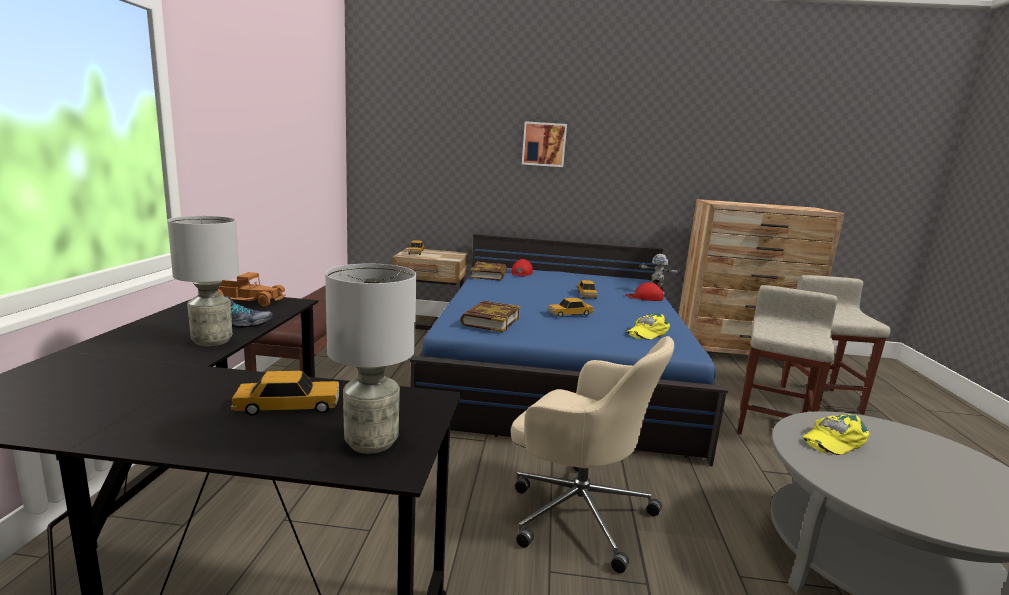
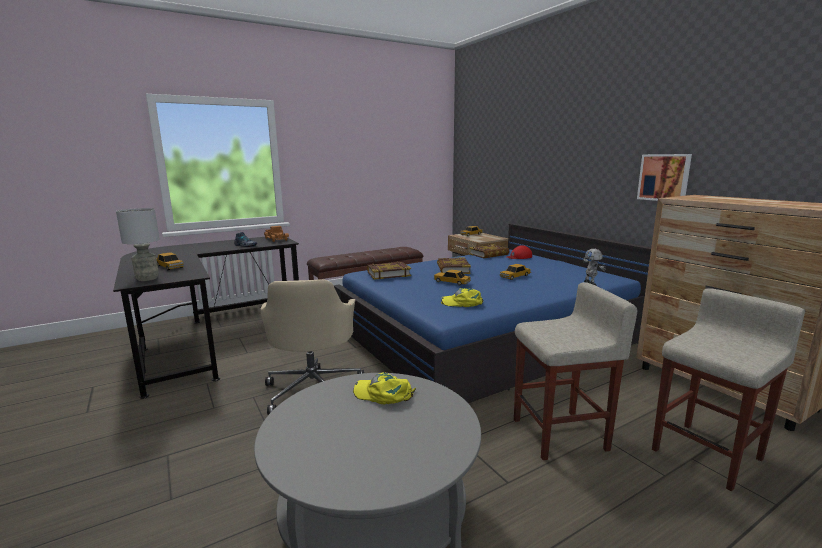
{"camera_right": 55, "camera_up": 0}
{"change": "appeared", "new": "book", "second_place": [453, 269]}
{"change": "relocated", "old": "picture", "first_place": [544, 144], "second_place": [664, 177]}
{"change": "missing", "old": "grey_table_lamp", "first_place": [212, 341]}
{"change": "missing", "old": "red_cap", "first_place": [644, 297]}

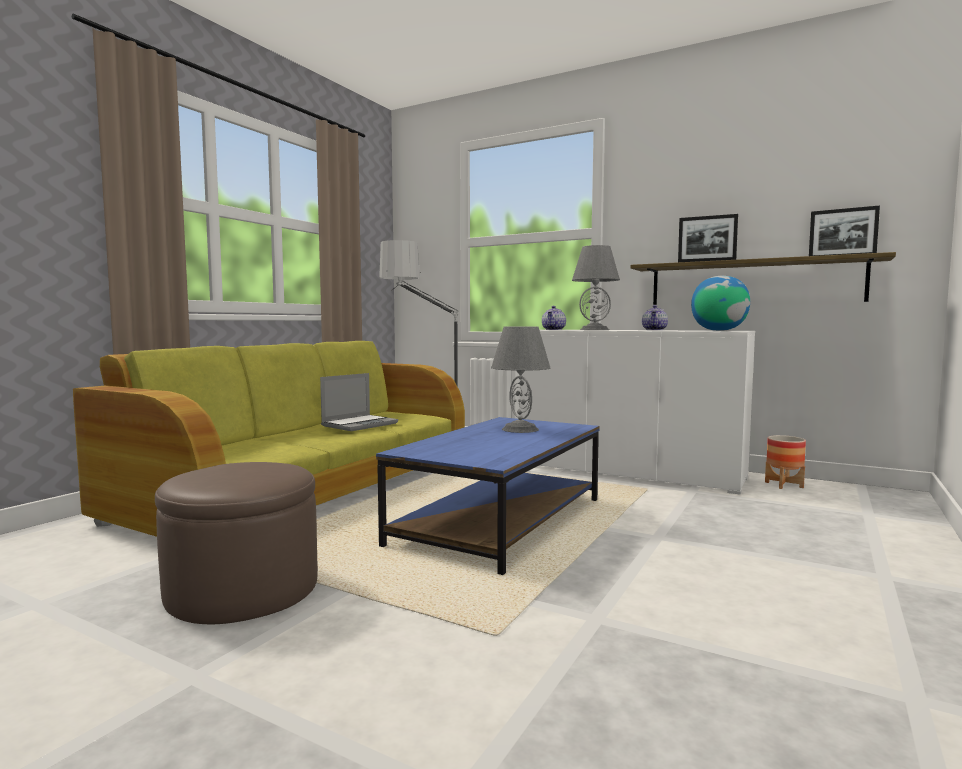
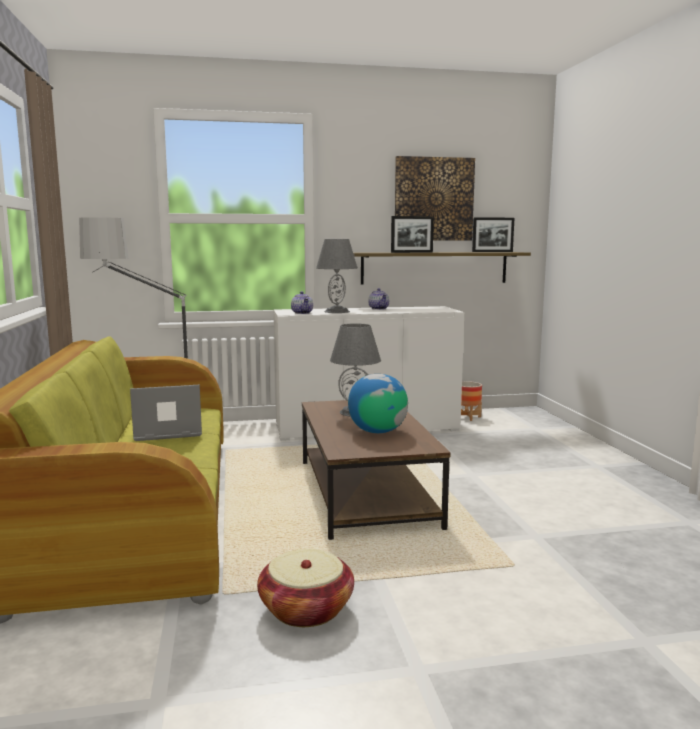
{"camera_right": -40, "camera_up": 5}
{"change": "spun", "old": "laptop", "first_place": [360, 424], "second_place": [167, 432], "degrees": -105}
{"change": "exchanged", "old": "brown_ottoman", "new": "basket", "first_place": [243, 589], "second_place": [306, 609]}
{"change": "colour", "old": "blue_coffee_table", "new": "brown_coffee_table", "first_place": [501, 521], "second_place": [364, 492]}
{"change": "relocated", "old": "globe", "first_place": [719, 330], "second_place": [377, 431]}
{"change": "appeared", "new": "picture", "second_place": [433, 199]}

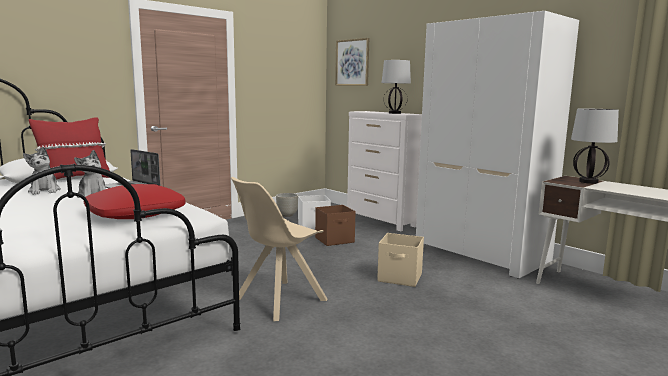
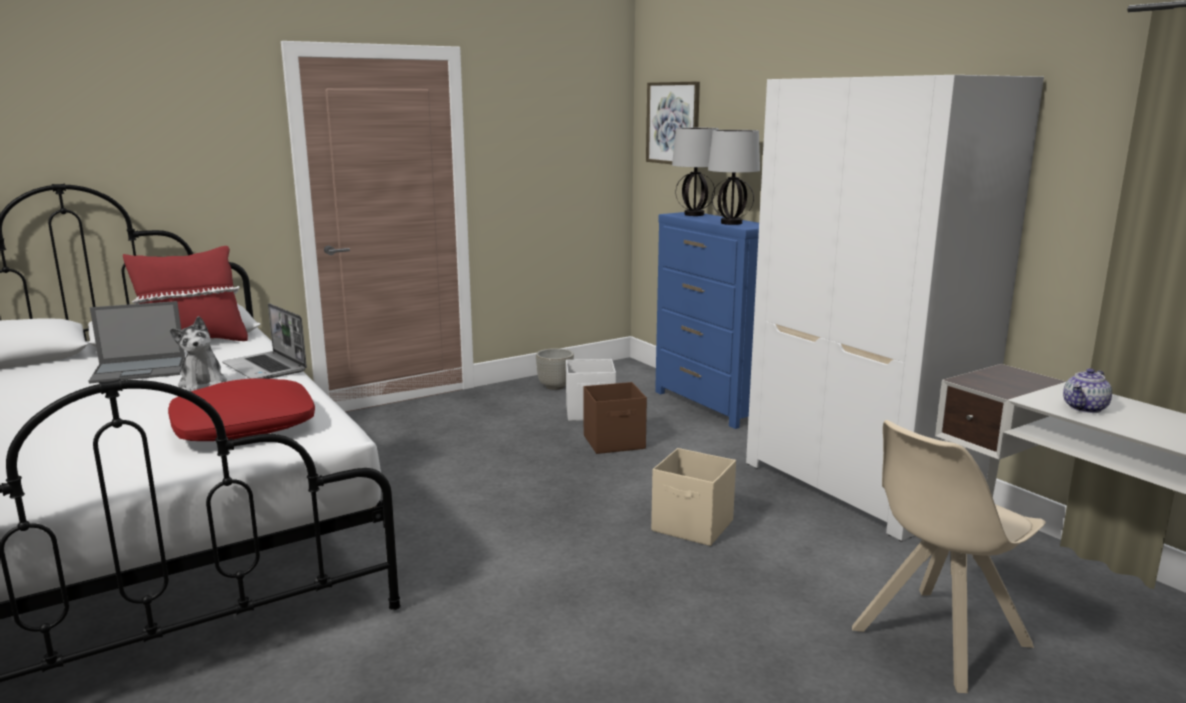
{"camera_right": 10, "camera_up": 5}
{"change": "exchanged", "old": "plush_toy", "new": "laptop", "first_place": [44, 191], "second_place": [140, 370]}
{"change": "colour", "old": "white_dresser", "new": "blue_dresser", "first_place": [381, 221], "second_place": [709, 406]}
{"change": "relocated", "old": "table_lamp", "first_place": [588, 182], "second_place": [694, 214]}
{"change": "relocated", "old": "beige_chair", "first_place": [278, 300], "second_place": [937, 639]}
{"change": "appeared", "new": "teapot", "second_place": [1085, 408]}

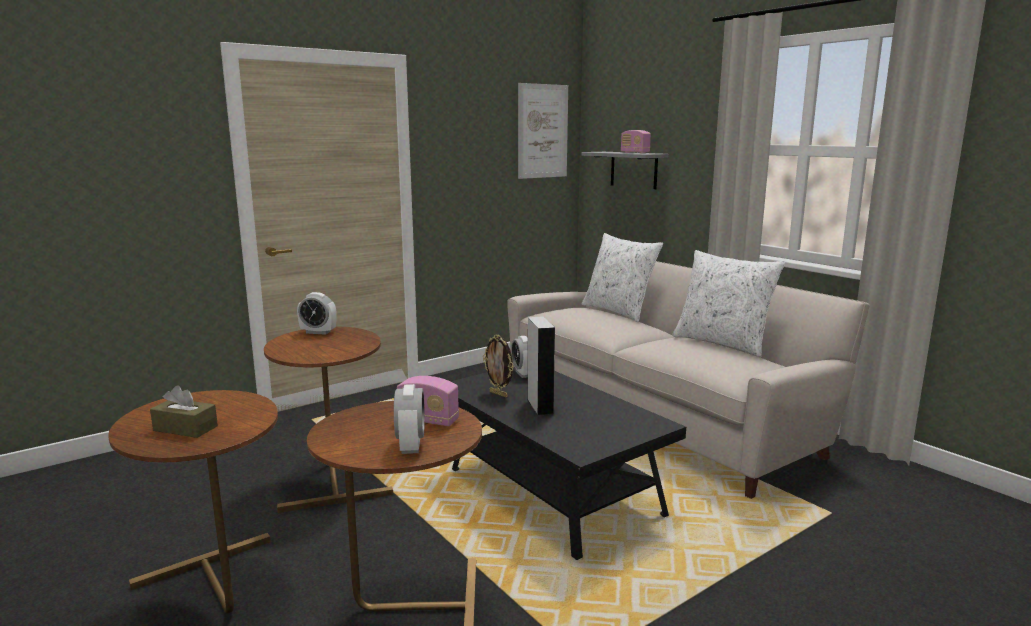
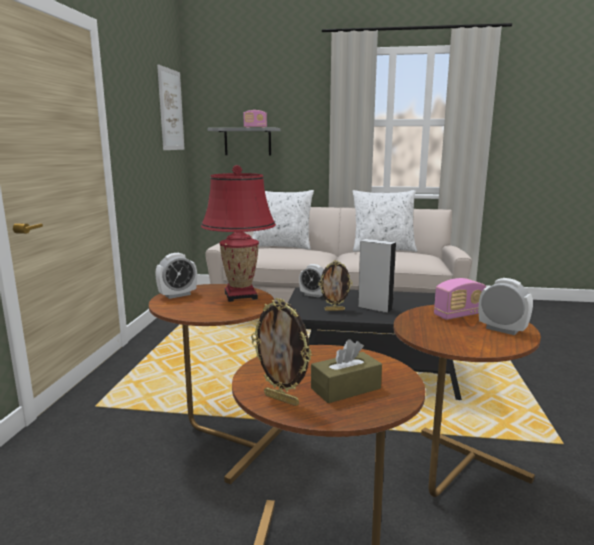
{"camera_right": -45, "camera_up": 0}
{"change": "appeared", "new": "red_table_lamp", "second_place": [241, 296]}
{"change": "appeared", "new": "picture_frame", "second_place": [282, 399]}

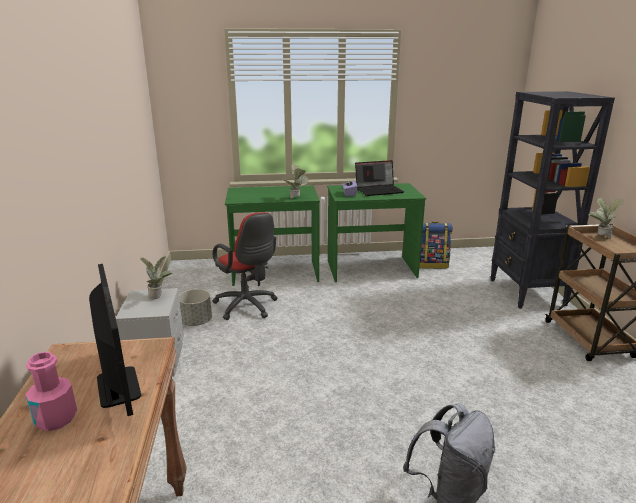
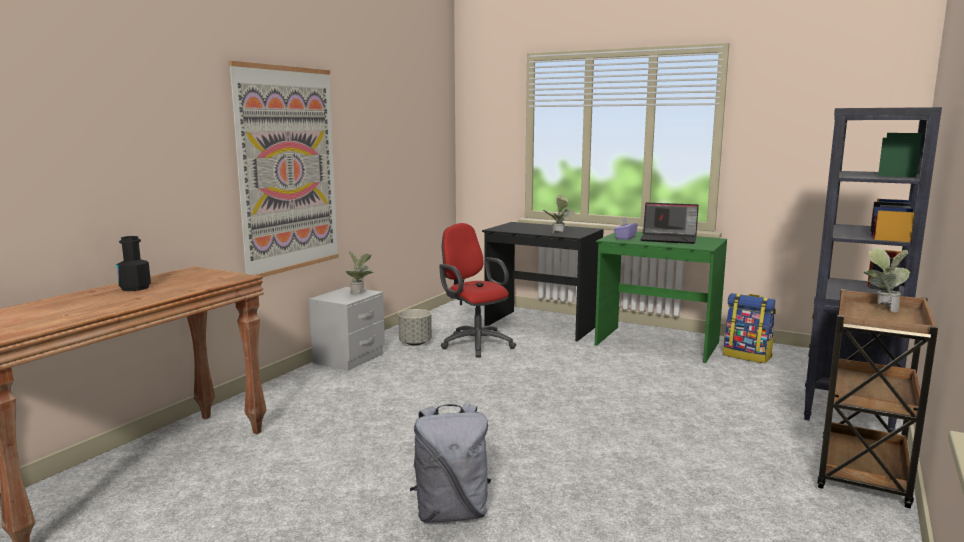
{"camera_right": 35, "camera_up": -10}
{"change": "colour", "old": "pink_bottle", "new": "black_bottle", "first_place": [56, 418], "second_place": [135, 288]}
{"change": "appeared", "new": "picture", "second_place": [288, 170]}
{"change": "spun", "old": "red_office_chair", "first_place": [247, 307], "second_place": [475, 344], "degrees": 150}
{"change": "colour", "old": "green_desk", "new": "black_desk", "first_place": [275, 272], "second_place": [541, 325]}
{"change": "missing", "old": "monitor", "first_place": [118, 386]}

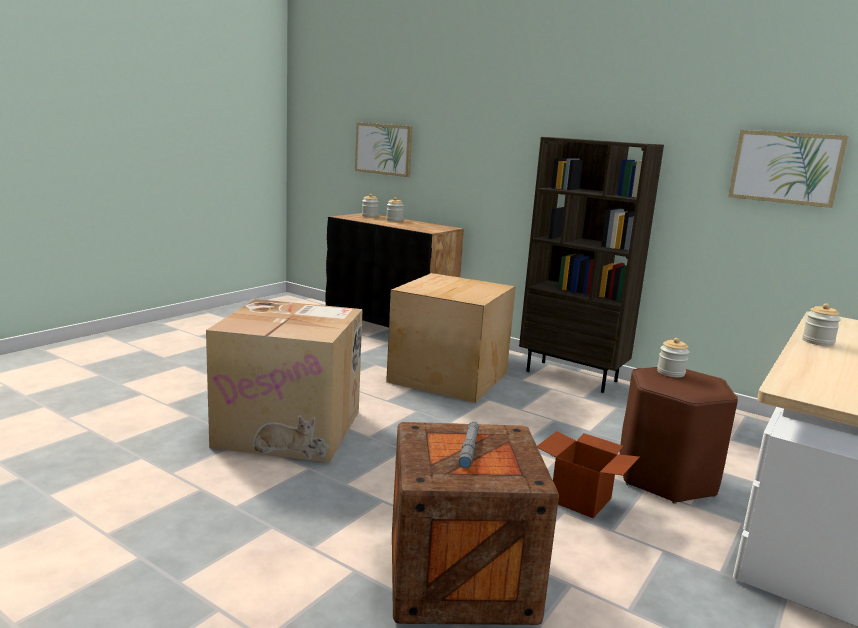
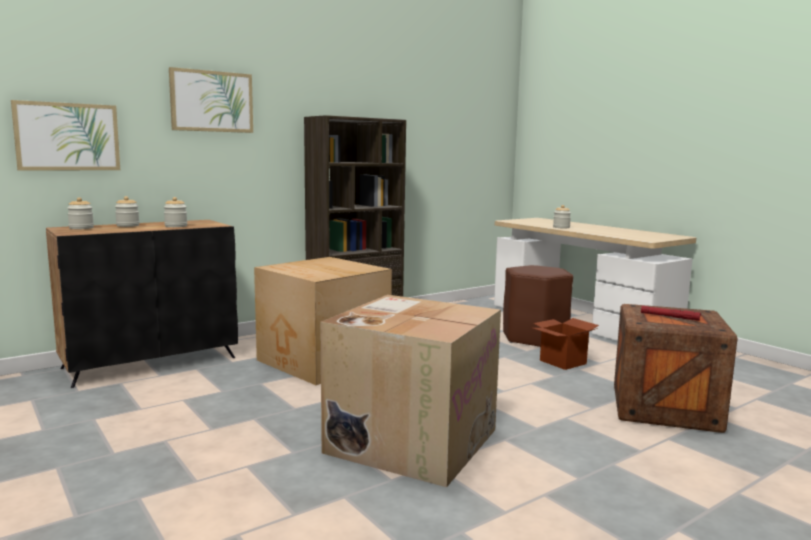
{"camera_right": -70, "camera_up": -5}
{"change": "relocated", "old": "jar", "first_place": [670, 373], "second_place": [176, 226]}
{"change": "relocated", "old": "picture", "first_place": [785, 167], "second_place": [212, 101]}
{"change": "colour", "old": "grey_flashlight", "new": "red_flashlight", "first_place": [469, 449], "second_place": [669, 317]}

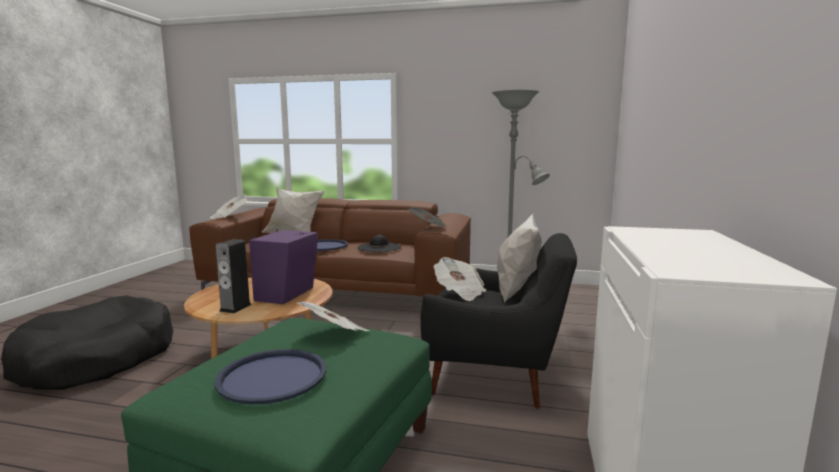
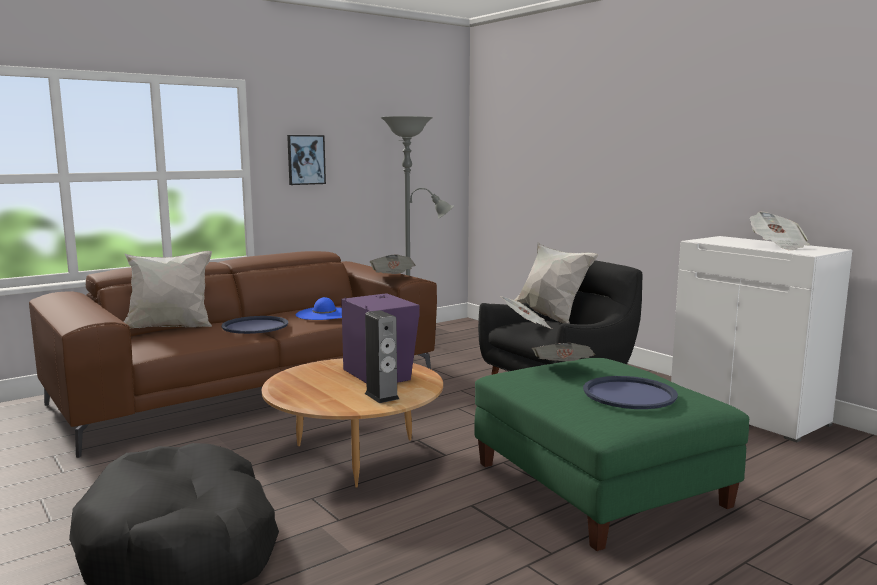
{"camera_right": -50, "camera_up": 0}
{"change": "appeared", "new": "picture", "second_place": [306, 159]}
{"change": "colour", "old": "black_hat", "new": "blue_hat", "first_place": [379, 247], "second_place": [324, 314]}
{"change": "relocated", "old": "newspaper", "first_place": [229, 216], "second_place": [777, 246]}

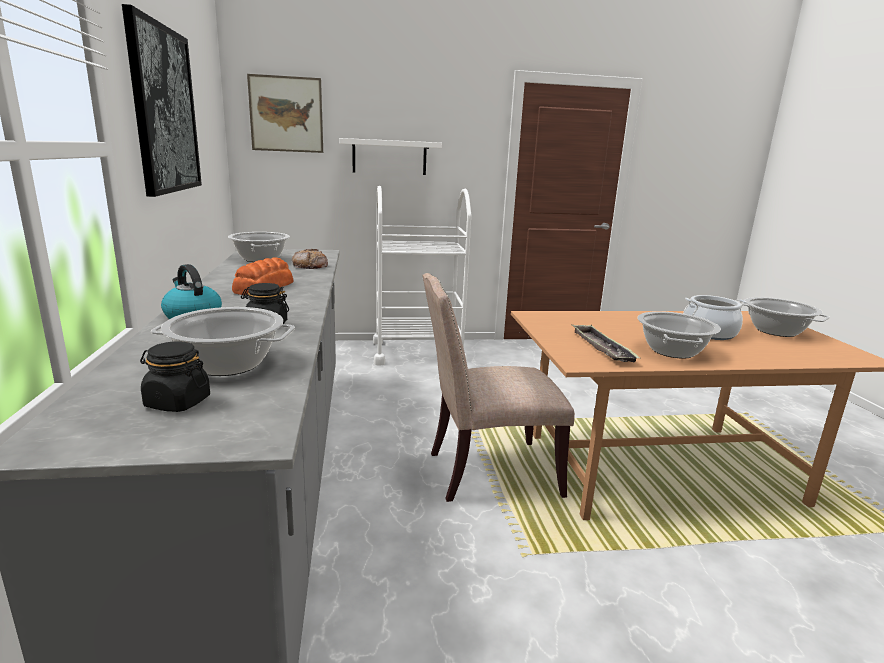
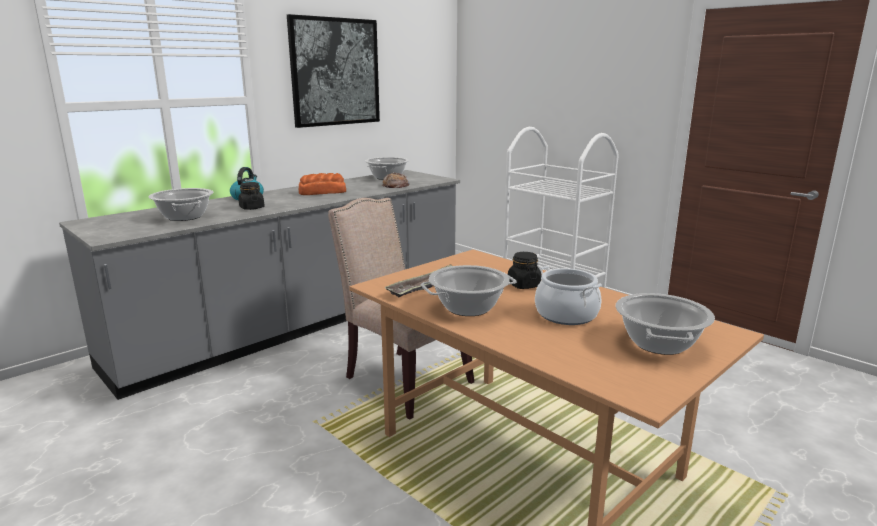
{"camera_right": 55, "camera_up": 0}
{"change": "relocated", "old": "black_jar", "first_place": [177, 402], "second_place": [523, 285]}
{"change": "missing", "old": "picture", "first_place": [286, 114]}
{"change": "missing", "old": "white_shelf", "first_place": [389, 157]}

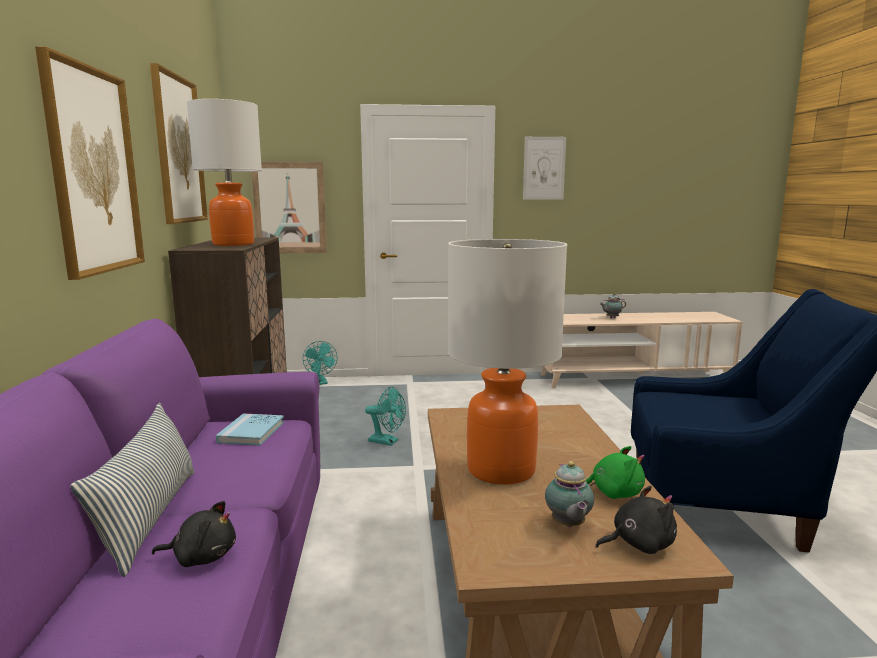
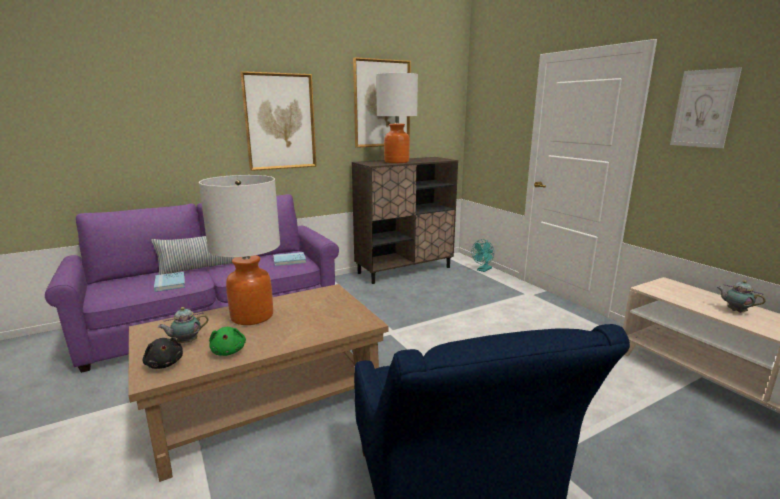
{"camera_right": 65, "camera_up": 5}
{"change": "exchanged", "old": "black_plush_toy", "new": "blue_book", "first_place": [202, 557], "second_place": [170, 283]}
{"change": "missing", "old": "picture", "first_place": [289, 208]}
{"change": "missing", "old": "turquoise_fan", "first_place": [387, 441]}

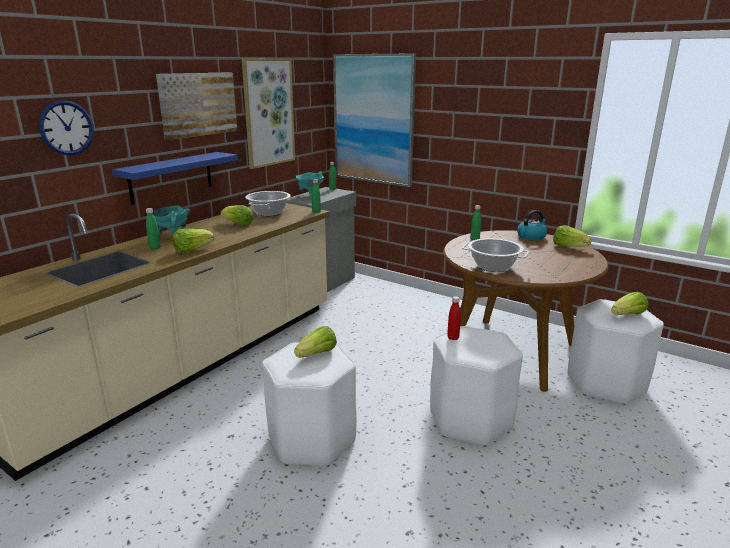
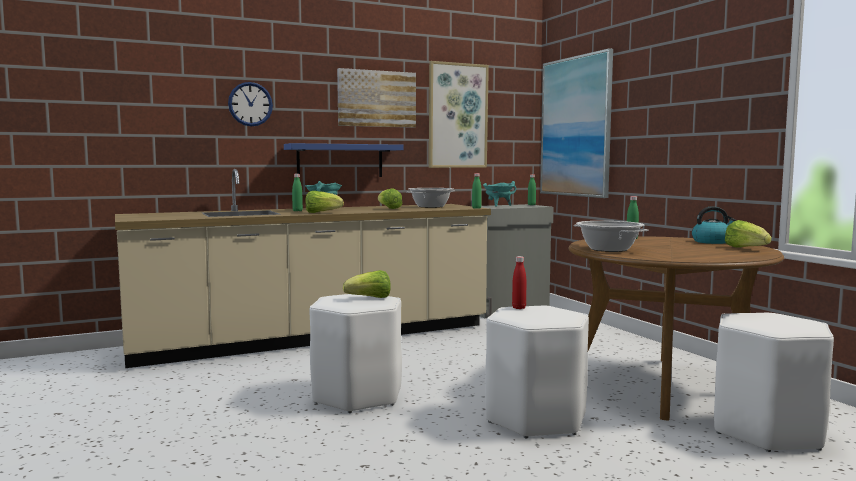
{"camera_right": 30, "camera_up": -15}
{"change": "missing", "old": "lettuce", "first_place": [628, 315]}

